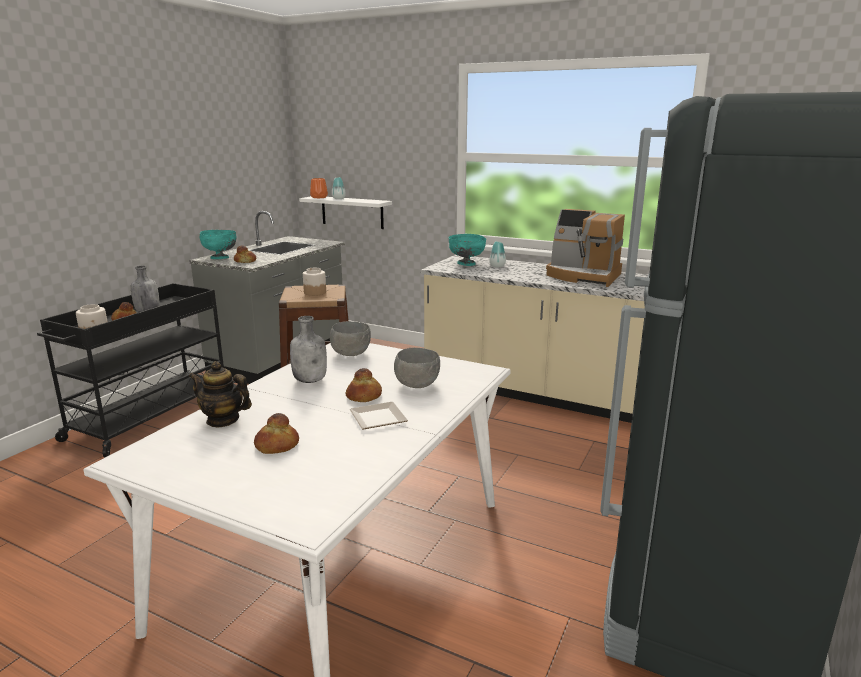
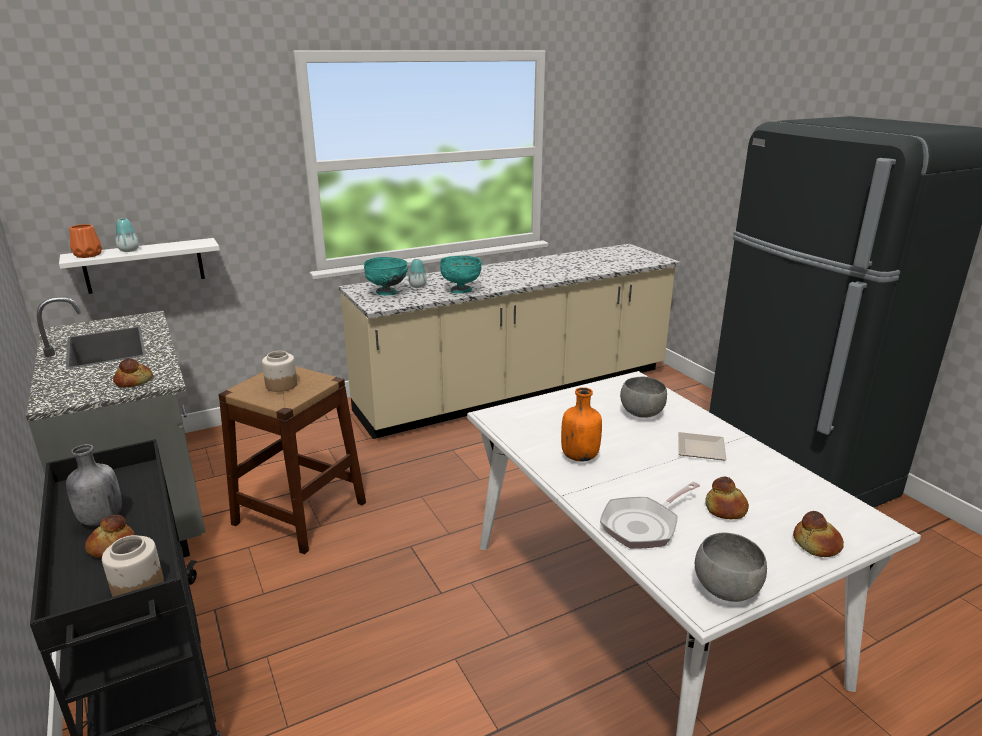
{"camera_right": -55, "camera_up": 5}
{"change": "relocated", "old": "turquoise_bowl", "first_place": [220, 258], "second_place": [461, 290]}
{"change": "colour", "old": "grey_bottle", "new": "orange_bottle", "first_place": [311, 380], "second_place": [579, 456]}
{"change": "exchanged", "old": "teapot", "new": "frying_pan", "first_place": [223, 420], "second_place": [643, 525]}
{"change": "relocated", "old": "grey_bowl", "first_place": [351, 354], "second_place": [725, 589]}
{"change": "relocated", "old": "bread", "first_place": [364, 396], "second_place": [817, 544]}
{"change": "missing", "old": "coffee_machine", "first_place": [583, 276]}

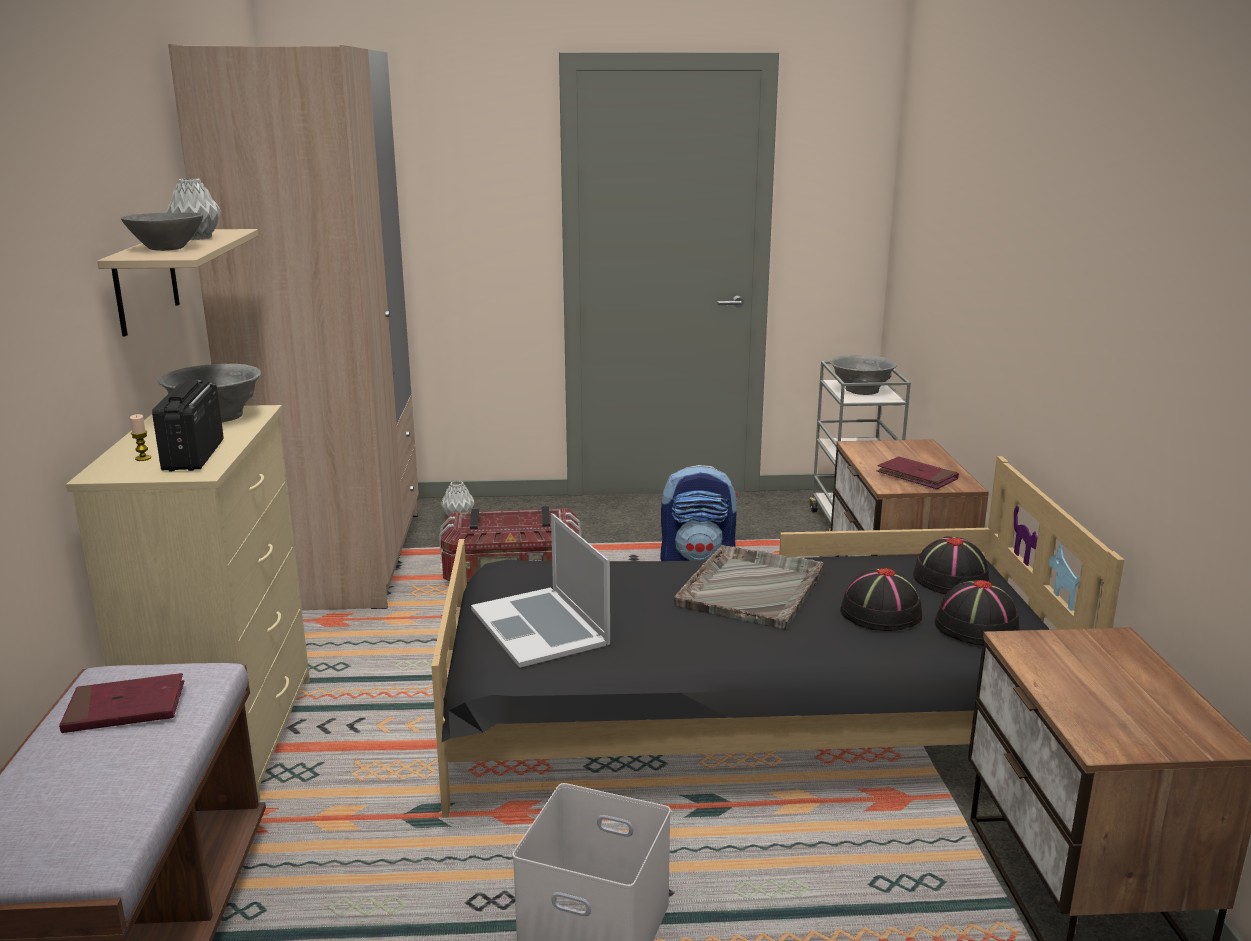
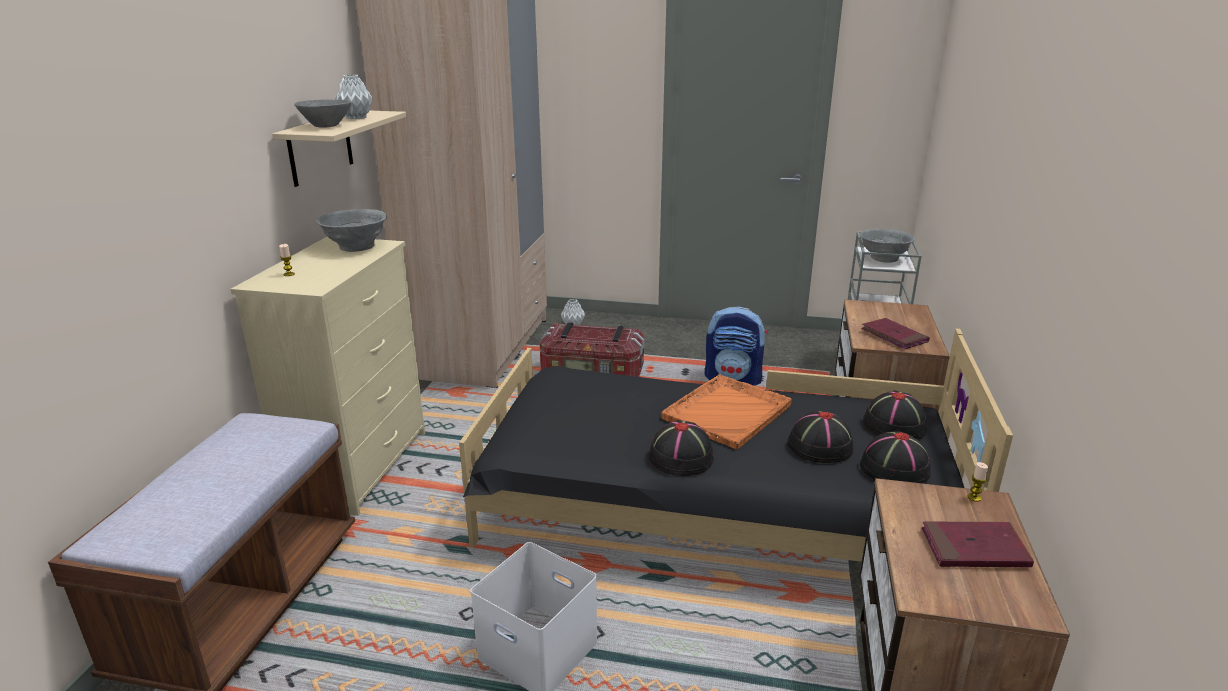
{"camera_right": 15, "camera_up": 5}
{"change": "appeared", "new": "black_hat", "second_place": [681, 457]}
{"change": "colour", "old": "grey_tray", "new": "orange_tray", "first_place": [752, 588], "second_place": [728, 412]}
{"change": "relocated", "old": "red_book", "first_place": [125, 709], "second_place": [974, 549]}
{"change": "appeared", "new": "candle", "second_place": [974, 497]}
{"change": "missing", "old": "radio", "first_place": [193, 456]}
{"change": "missing", "old": "laptop", "first_place": [540, 626]}

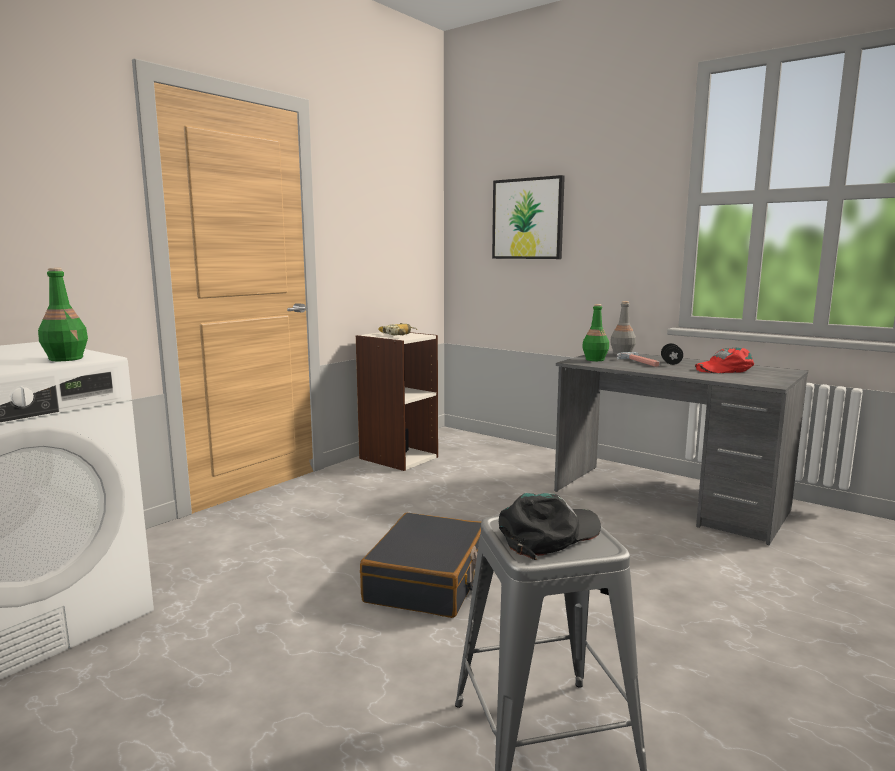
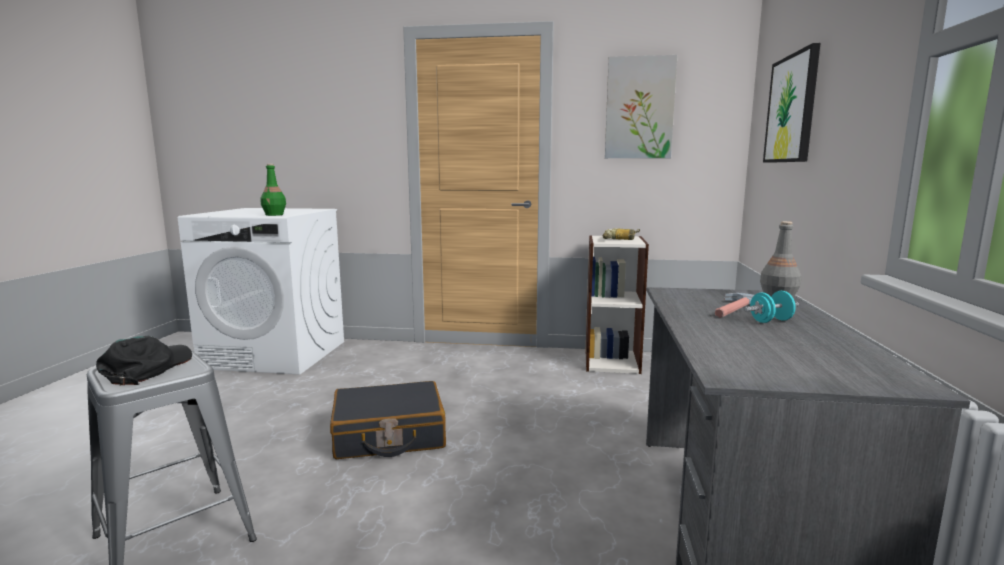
{"camera_right": 60, "camera_up": 0}
{"change": "spun", "old": "black_cap", "first_place": [549, 535], "second_place": [147, 368], "degrees": -105}
{"change": "appeared", "new": "picture", "second_place": [639, 108]}
{"change": "colour", "old": "black_dumbbell", "new": "turquoise_dumbbell", "first_place": [671, 363], "second_place": [770, 321]}
{"change": "missing", "old": "green_bottle", "first_place": [594, 359]}
{"change": "missing", "old": "red_cap", "first_place": [724, 369]}

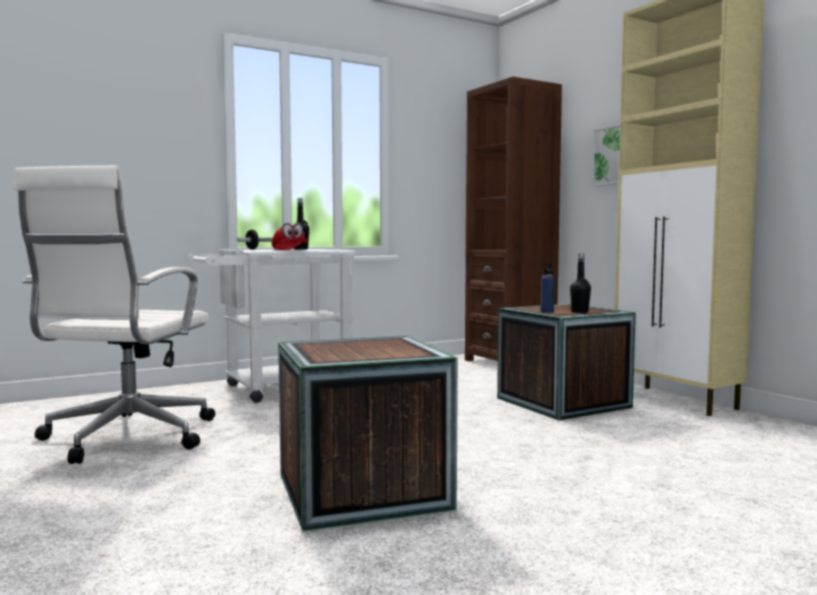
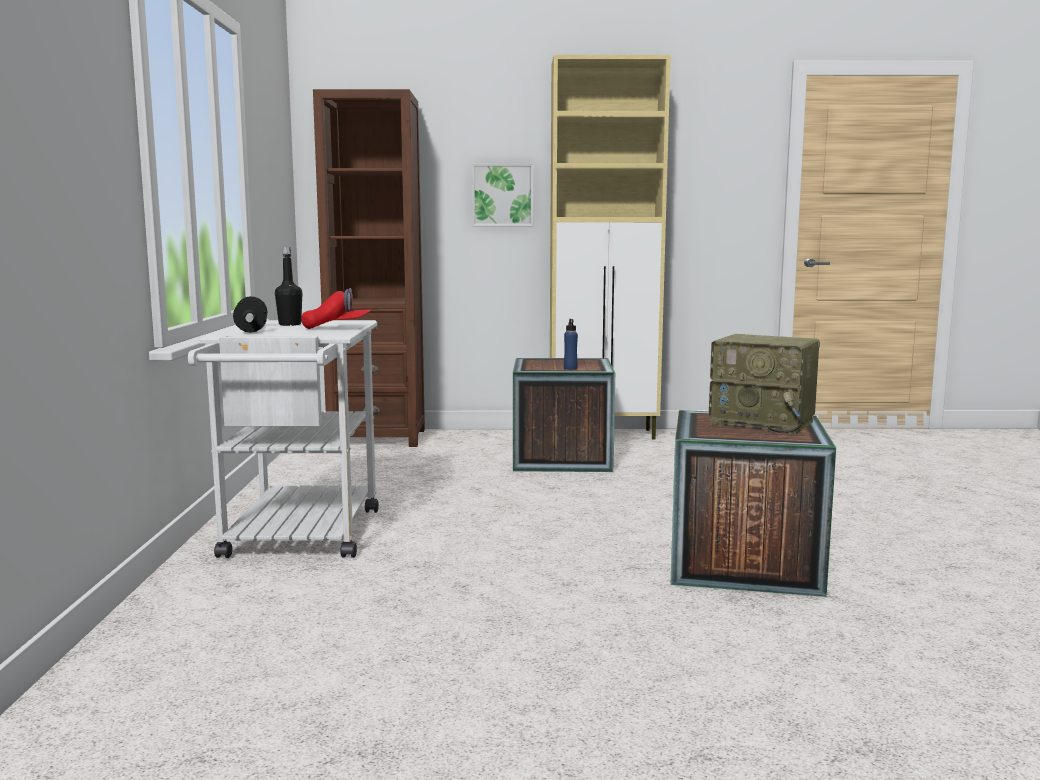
{"camera_right": -60, "camera_up": 5}
{"change": "appeared", "new": "radio", "second_place": [764, 423]}
{"change": "missing", "old": "white_office_chair", "first_place": [125, 438]}
{"change": "missing", "old": "black_bottle", "first_place": [579, 312]}

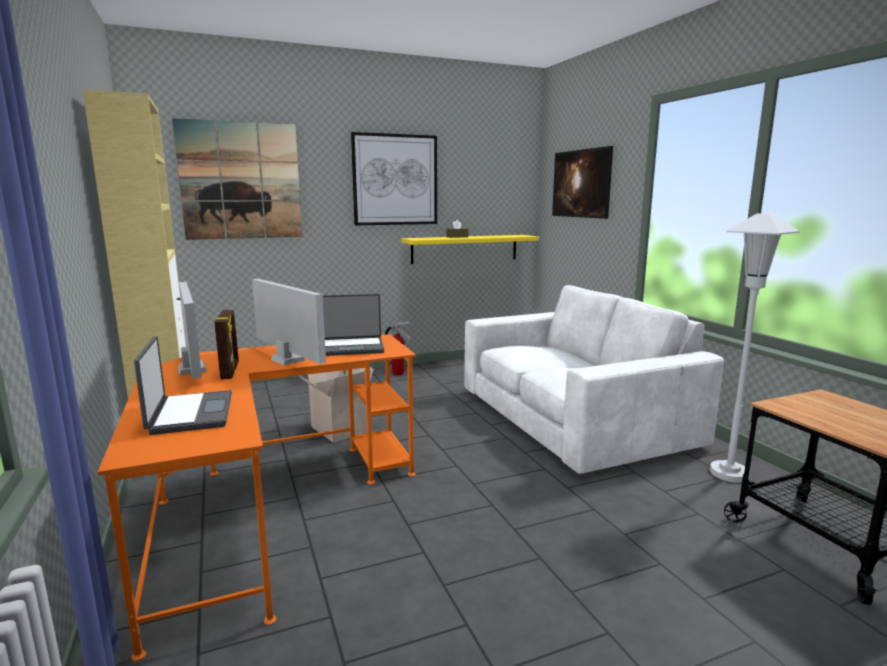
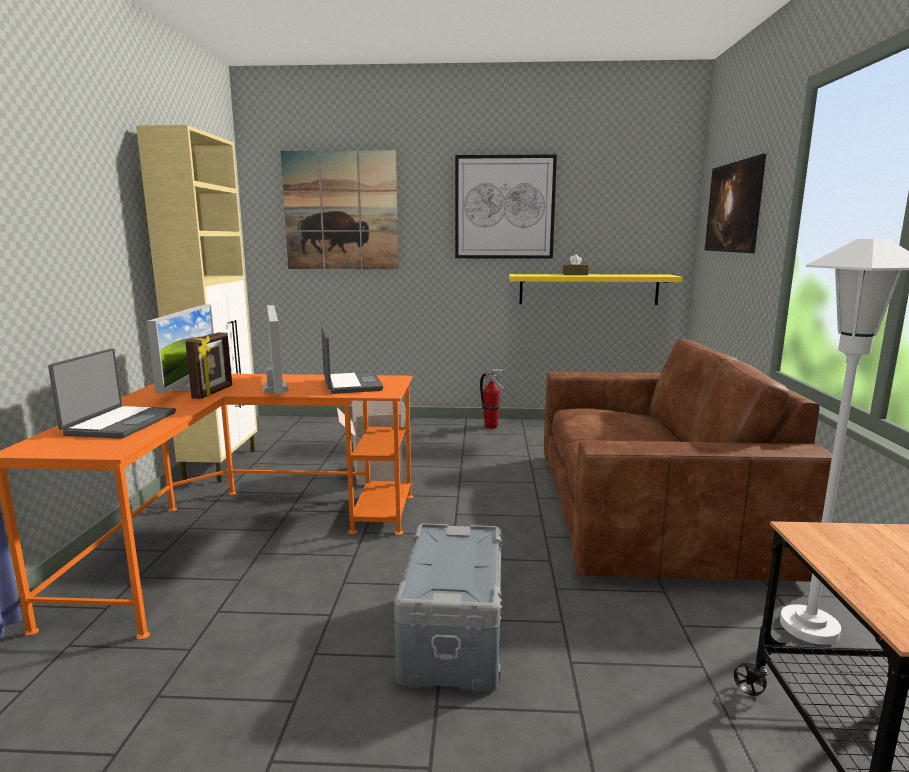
{"camera_right": 25, "camera_up": 0}
{"change": "spun", "old": "laptop", "first_place": [351, 348], "second_place": [350, 384], "degrees": -120}
{"change": "appeared", "new": "grey_storage_box", "second_place": [451, 637]}
{"change": "colour", "old": "white_sofa", "new": "brown_sofa", "first_place": [573, 417], "second_place": [649, 509]}

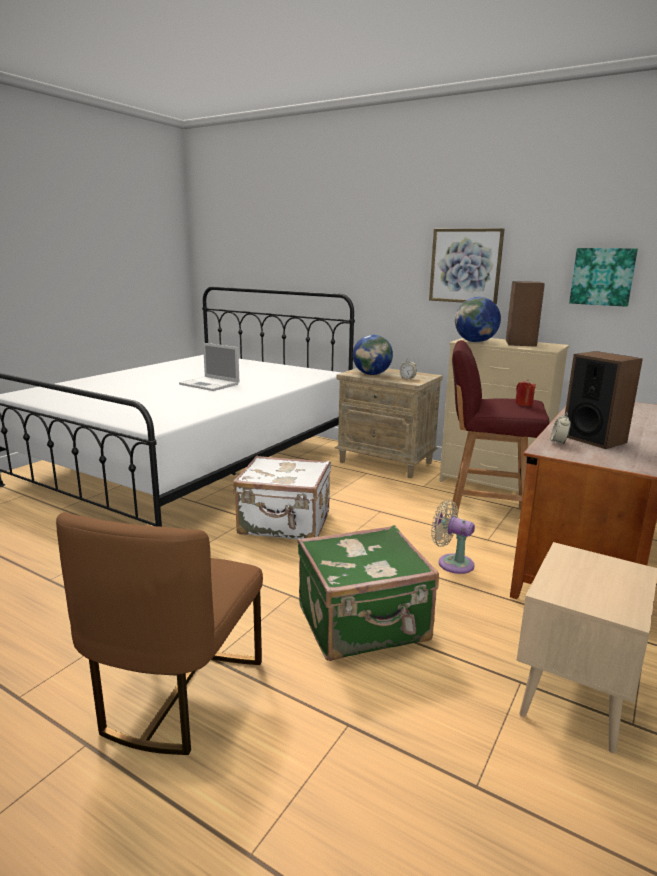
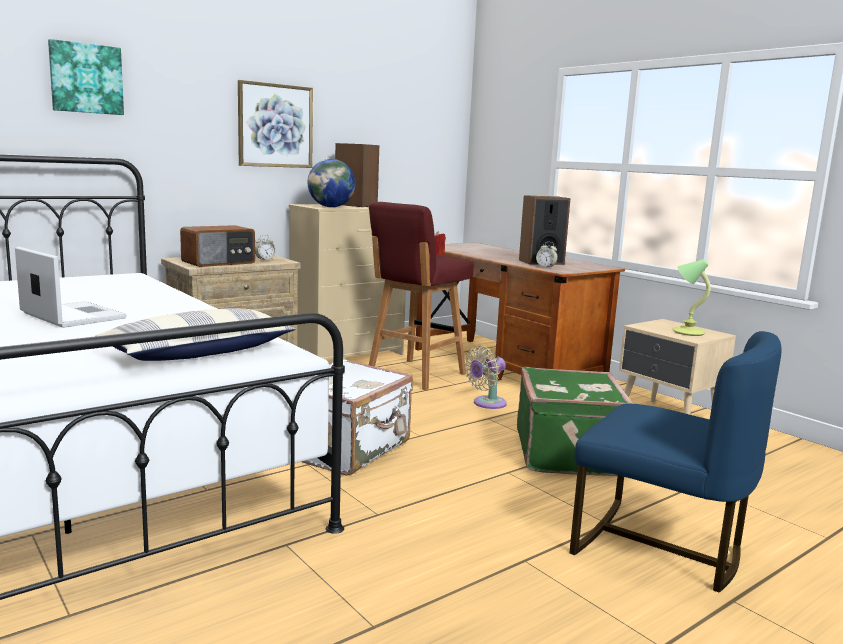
{"camera_right": -70, "camera_up": -5}
{"change": "spun", "old": "laptop", "first_place": [210, 384], "second_place": [71, 315], "degrees": -105}
{"change": "relocated", "old": "picture", "first_place": [602, 276], "second_place": [86, 78]}
{"change": "appeared", "new": "pillow", "second_place": [200, 352]}
{"change": "exchanged", "old": "globe", "new": "radio", "first_place": [372, 374], "second_place": [219, 262]}
{"change": "colour", "old": "brown_chair", "new": "blue_chair", "first_place": [176, 694], "second_place": [659, 547]}
{"change": "appeared", "new": "table_lamp", "second_place": [687, 332]}

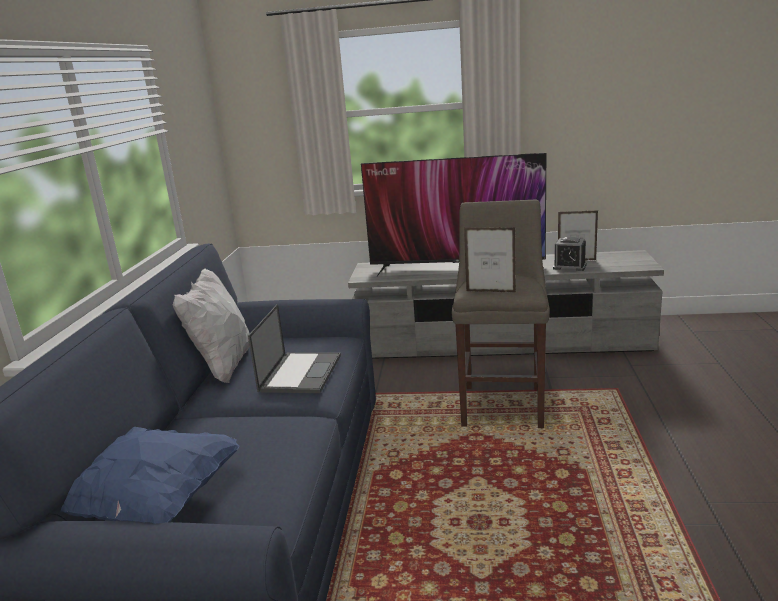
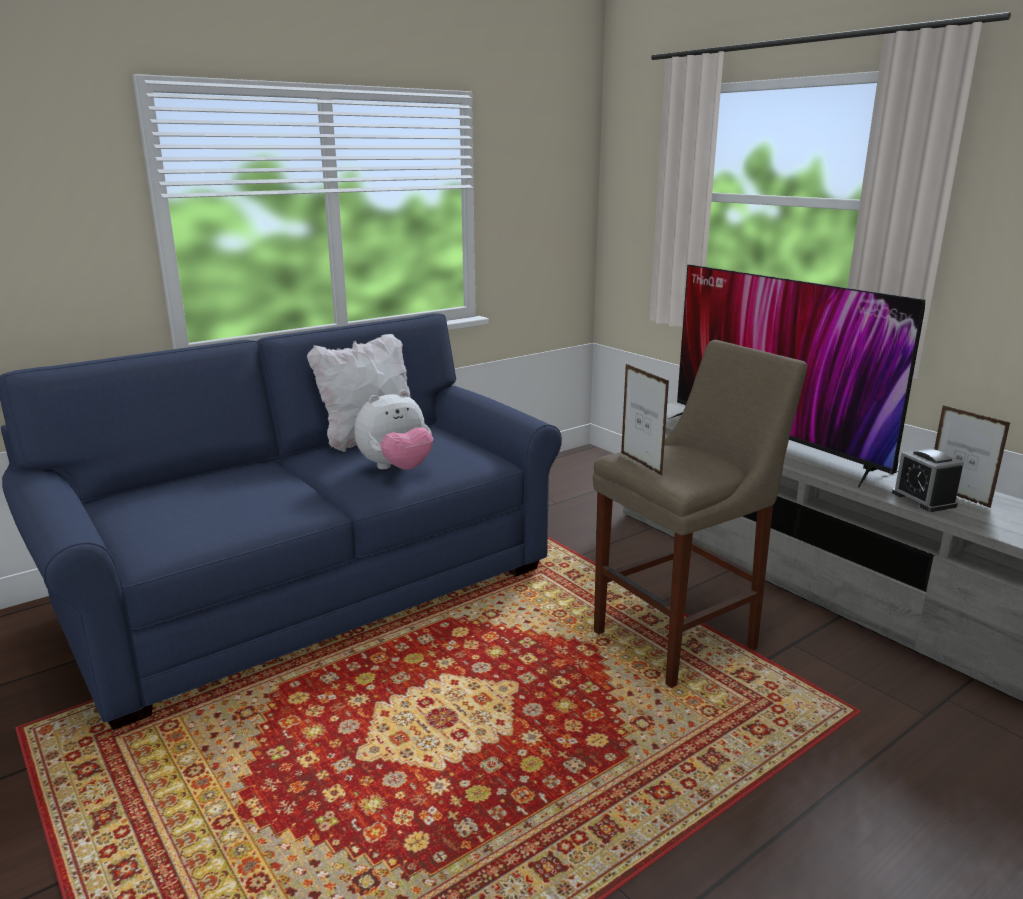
{"camera_right": 45, "camera_up": 0}
{"change": "exchanged", "old": "laptop", "new": "plush_toy", "first_place": [300, 372], "second_place": [396, 469]}
{"change": "missing", "old": "blue_pillow", "first_place": [154, 502]}

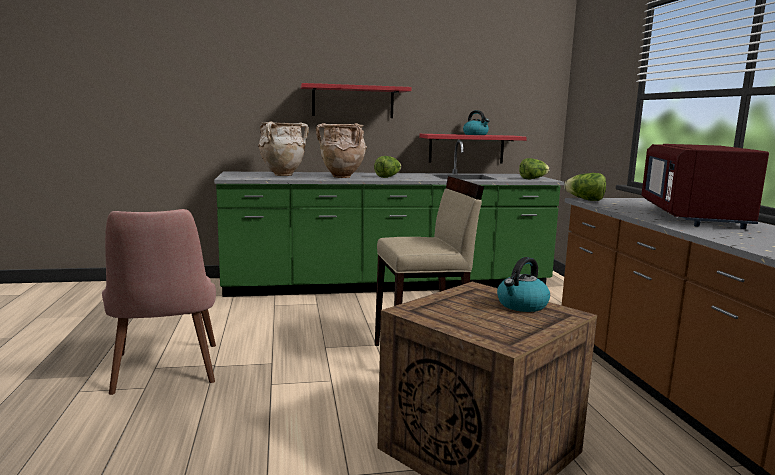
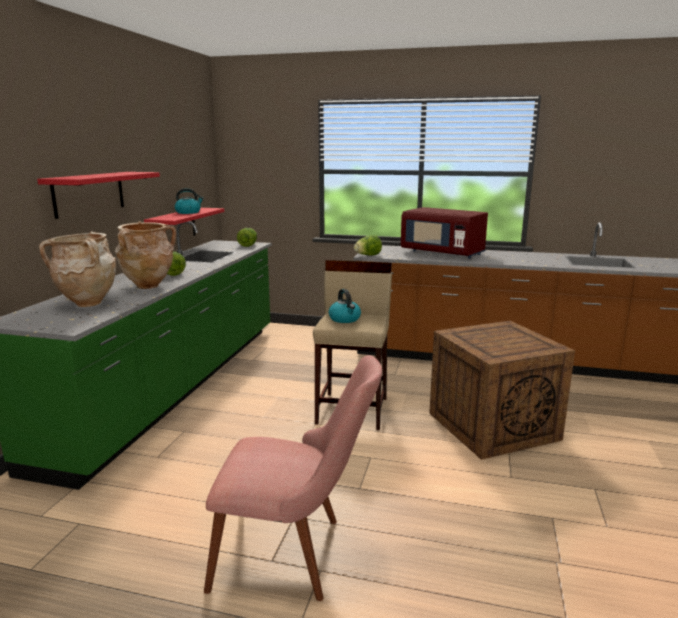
{"camera_right": -65, "camera_up": 5}
{"change": "relocated", "old": "kettle", "first_place": [522, 305], "second_place": [345, 319]}

